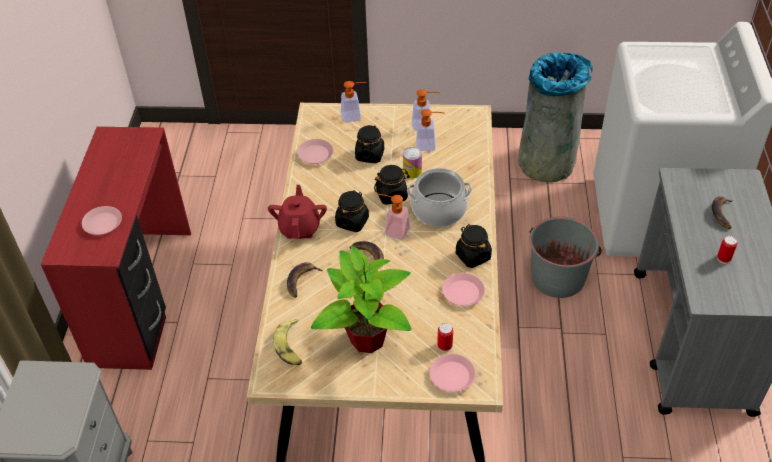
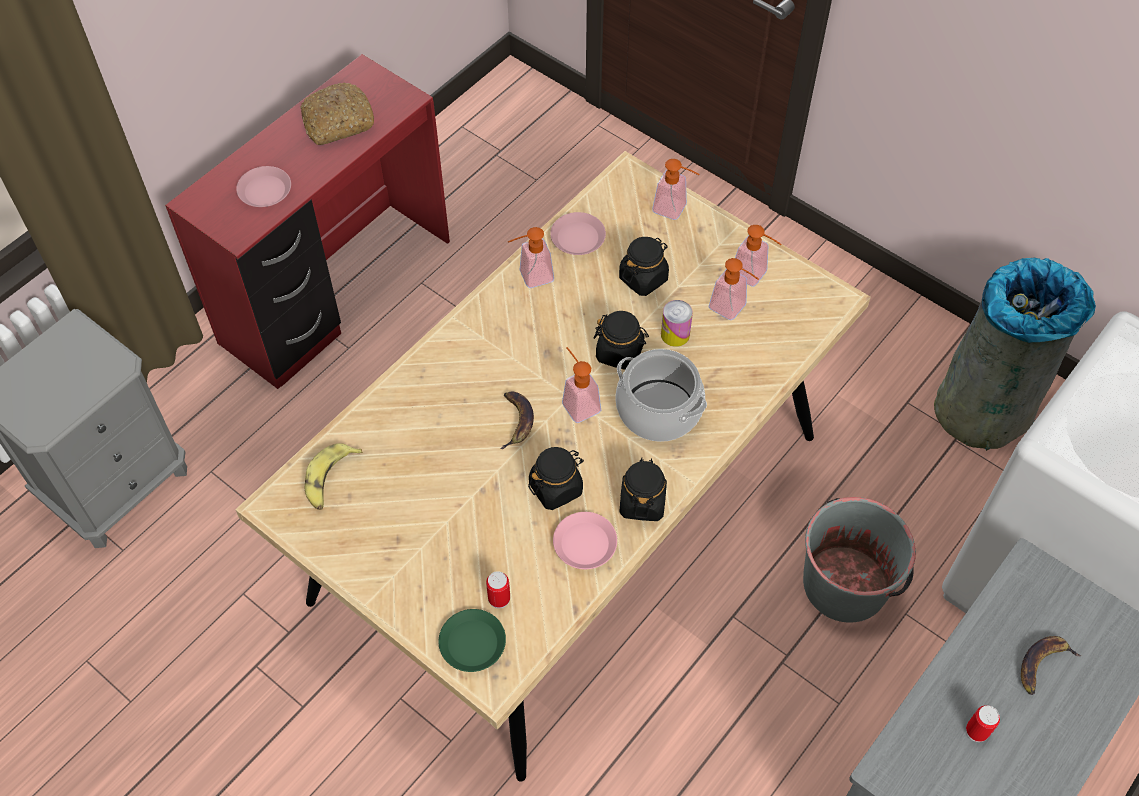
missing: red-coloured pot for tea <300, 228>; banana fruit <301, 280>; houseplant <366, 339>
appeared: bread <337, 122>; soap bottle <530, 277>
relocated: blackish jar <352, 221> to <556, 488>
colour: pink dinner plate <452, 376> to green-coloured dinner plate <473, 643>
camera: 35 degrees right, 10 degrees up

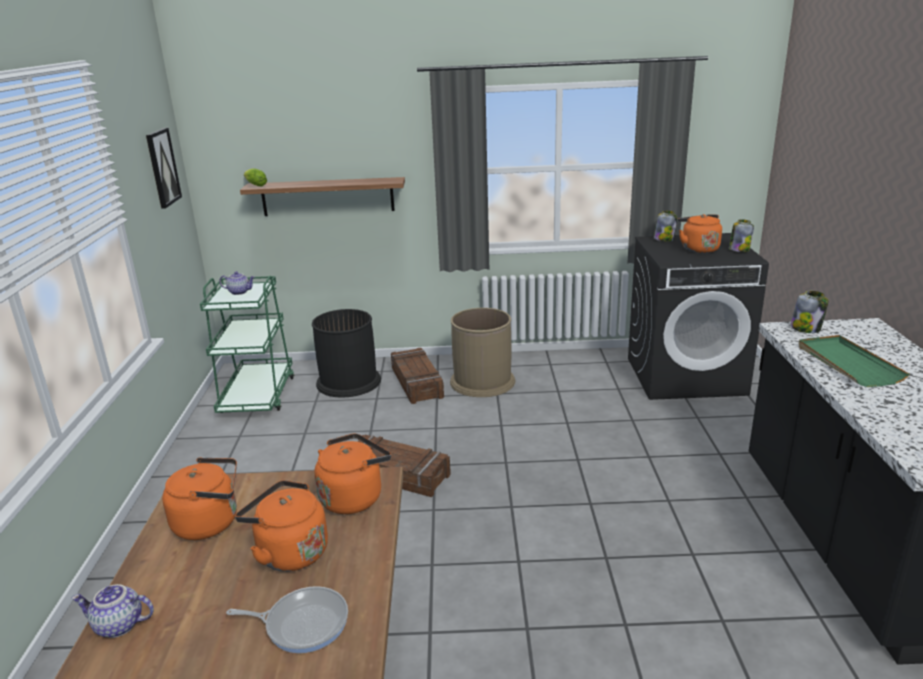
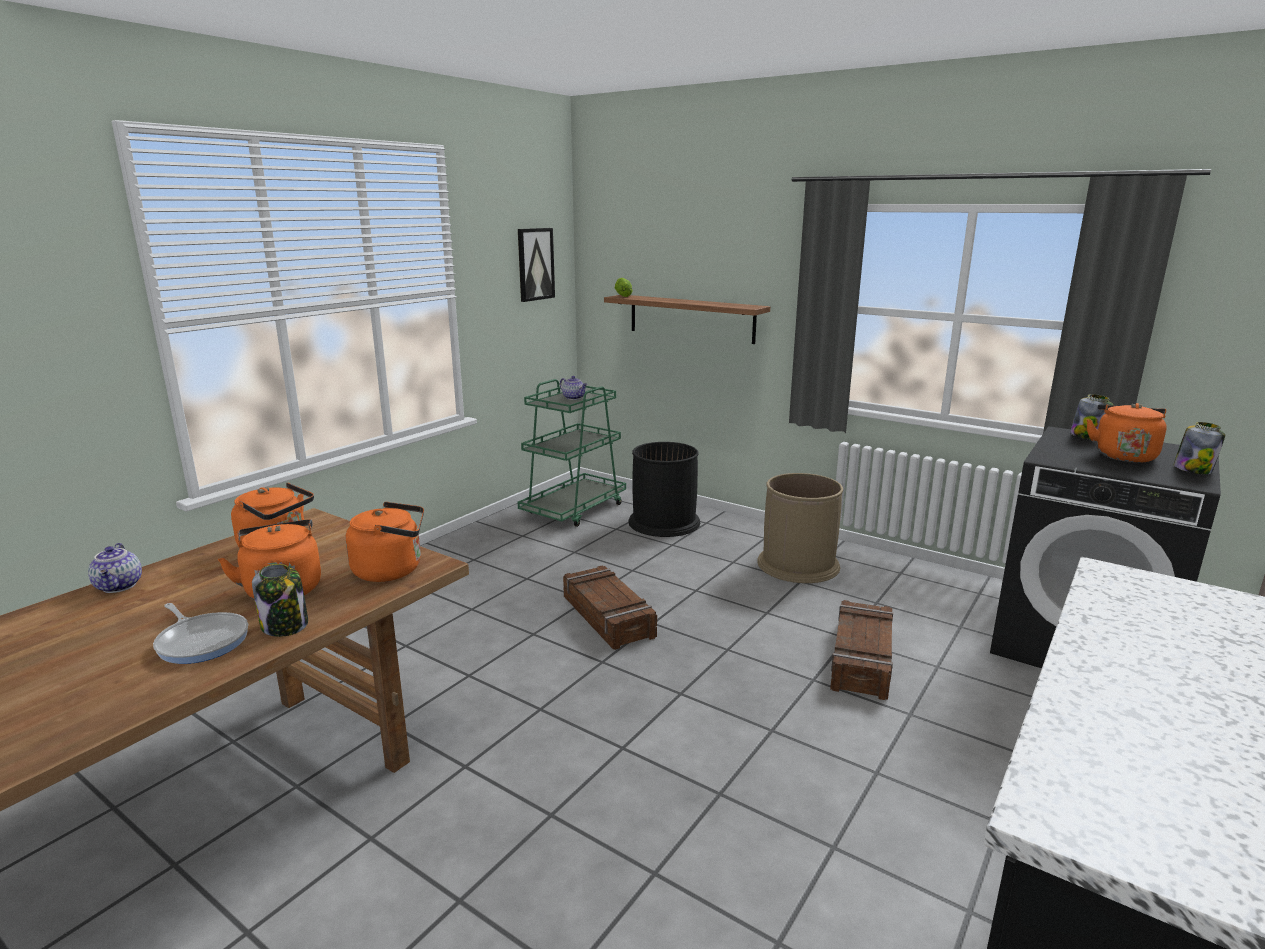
missing: green-coloured tray <847, 363>
relocated: jar <806, 328> to <285, 626>; crate <417, 382> to <862, 659>
spun: pot for tea <118, 626> = <120, 586> 150 degrees counterclockwise
camera: 35 degrees right, 5 degrees down

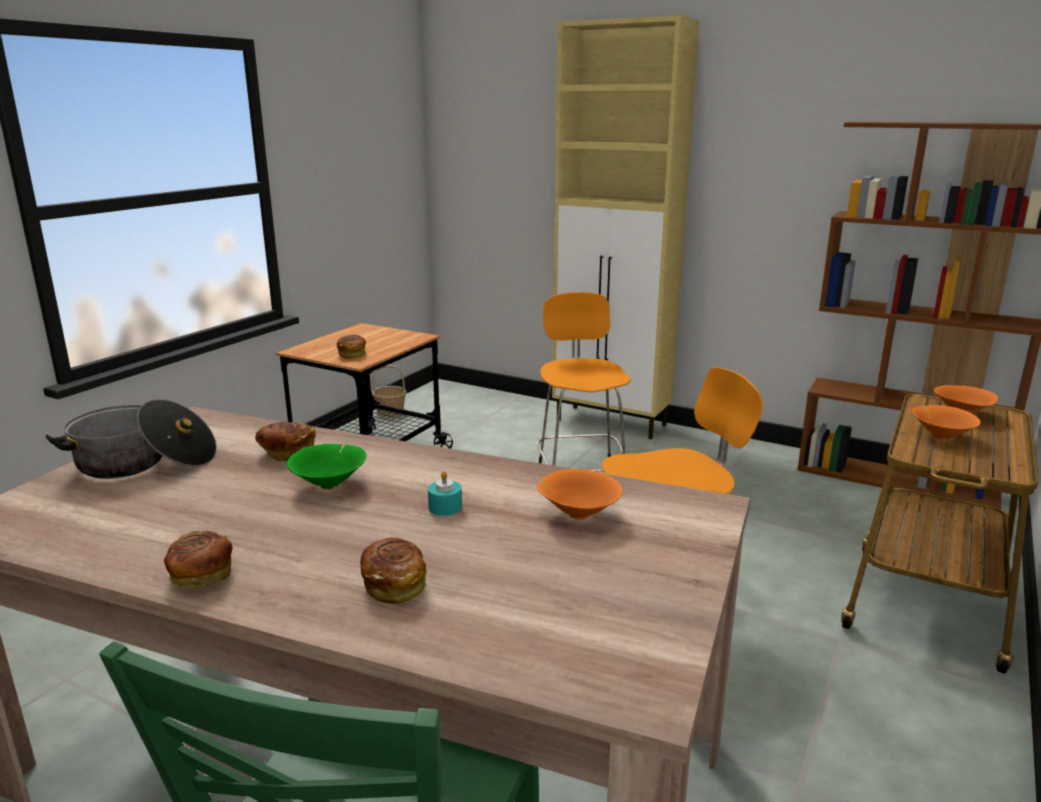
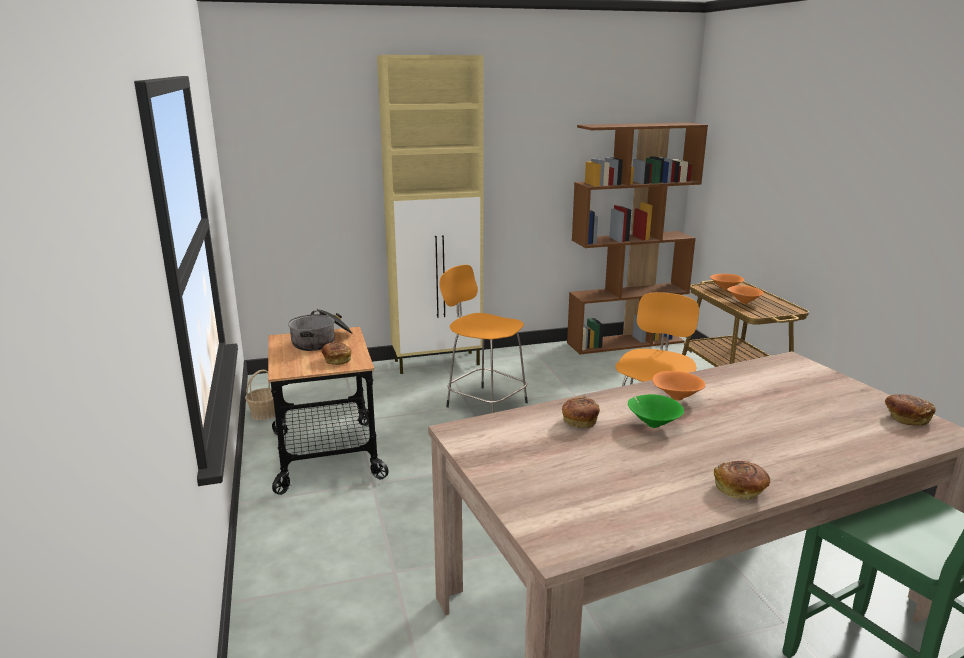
missing: turquoise wax light <445, 507>
relocated: stockpot <144, 463> to <321, 341>; orangey deep dish <577, 515> to <675, 398>; bread <394, 584> to <906, 418>
camera: 45 degrees left, 0 degrees up

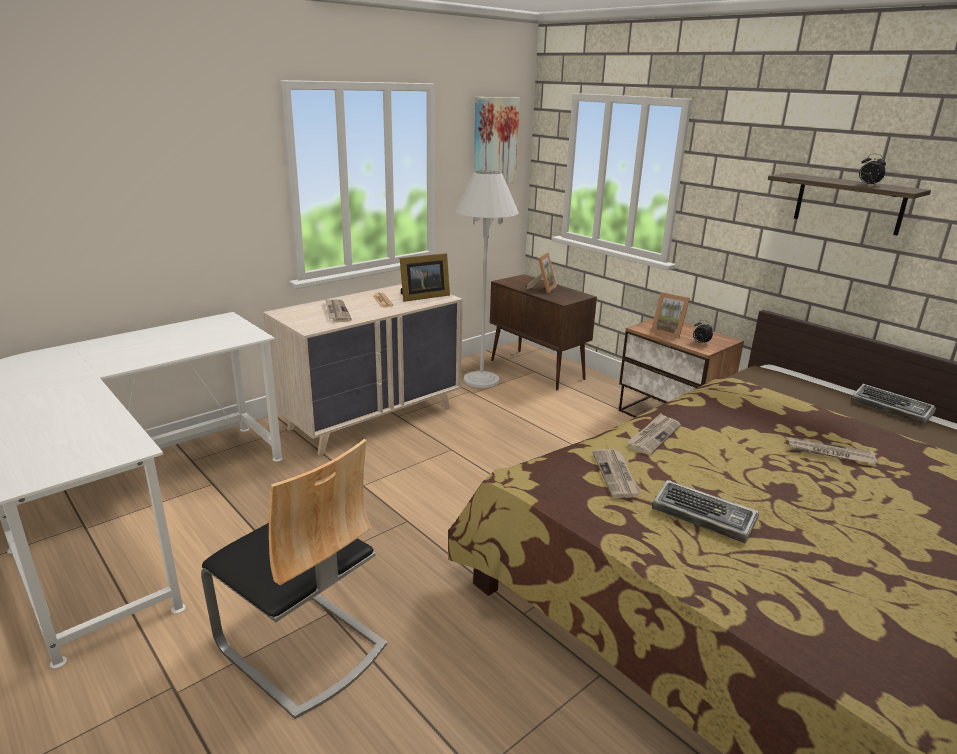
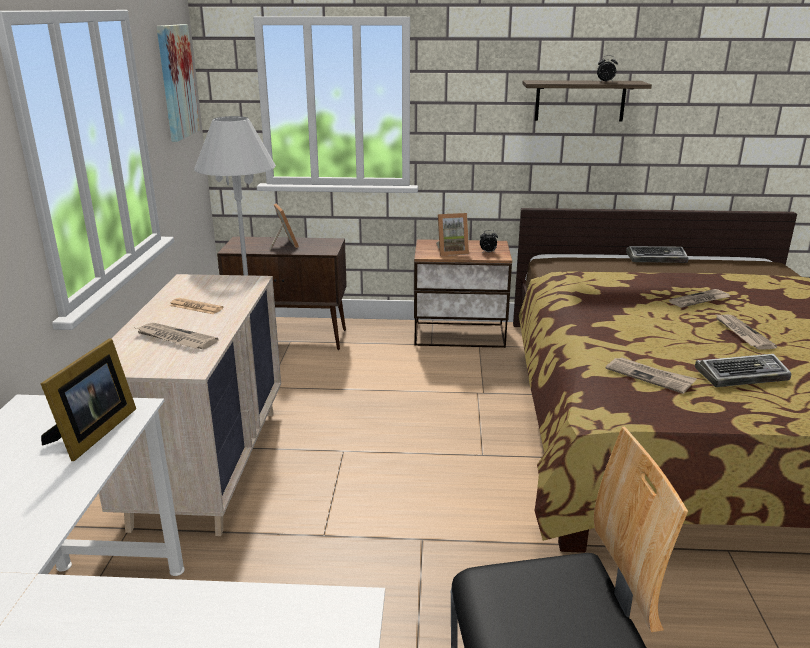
relocated: photo frame <422, 297> to <92, 433>; newspaper <654, 436> to <742, 333>
camera: 45 degrees left, 0 degrees up

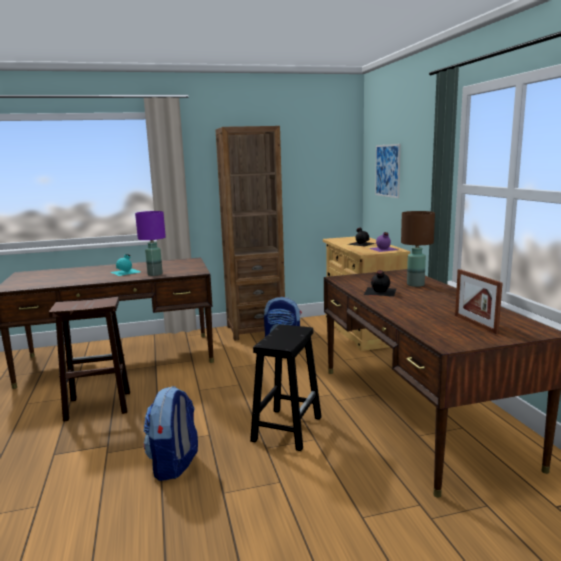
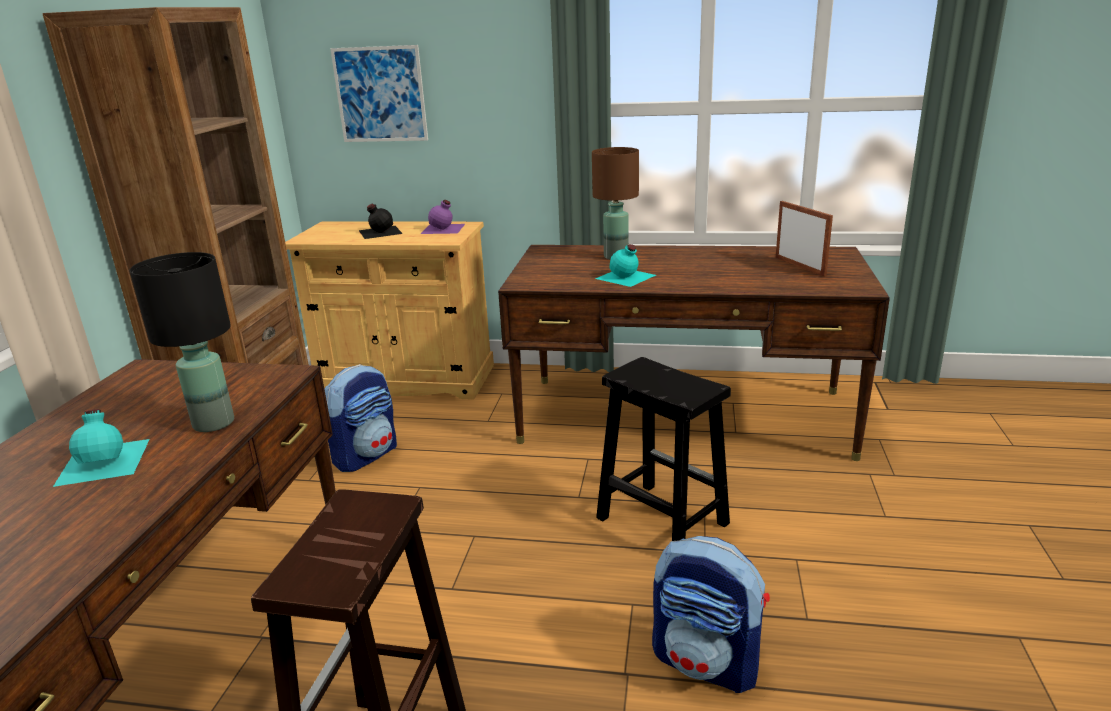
colour: purple lamp for a table <155, 274> to blackish lamp for a table <215, 423>; blackish drink bottle <379, 291> to turquoise drink bottle <626, 277>
spun: photo frame <475, 324> = <799, 266> 120 degrees counterclockwise
camera: 65 degrees left, 10 degrees up

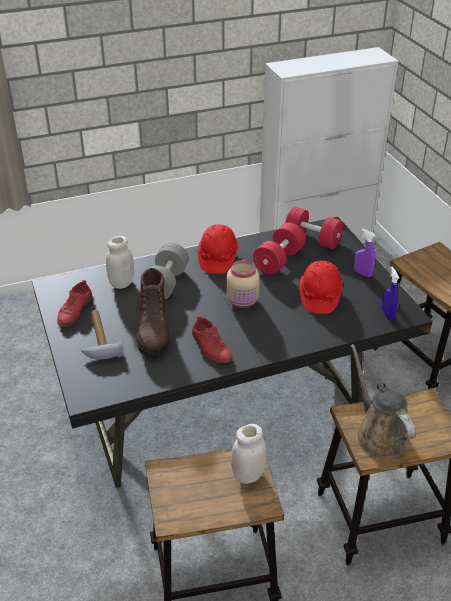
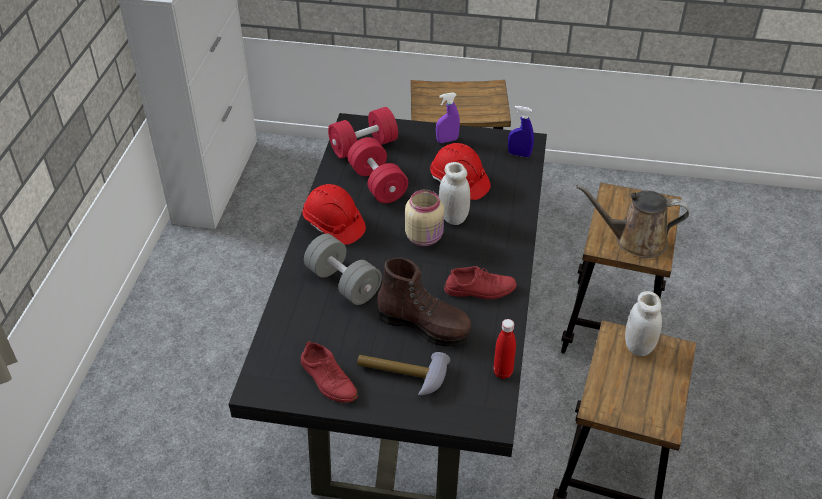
appeared: red-coloured drink bottle <503, 372>
relocated: white jar <121, 283> to <453, 217>
camera: 60 degrees left, 5 degrees up

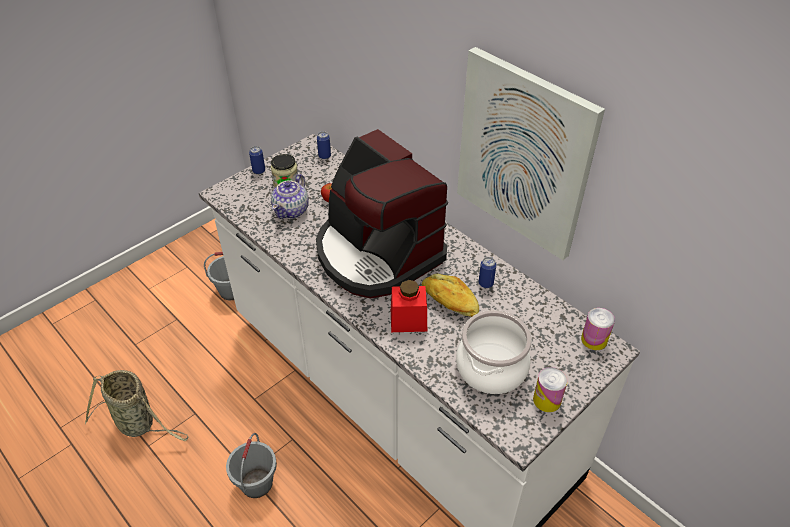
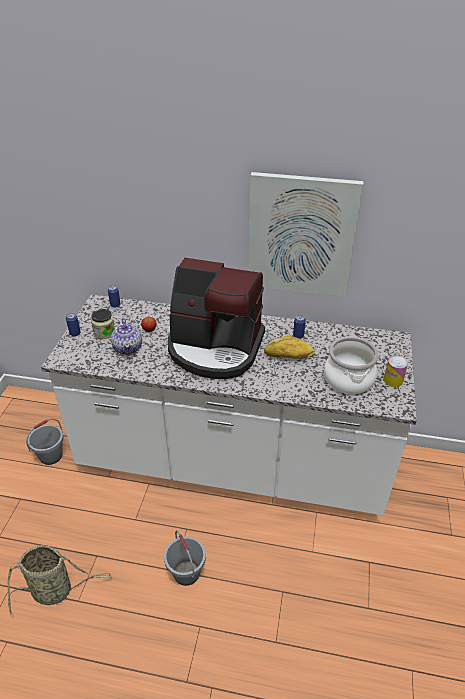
missing: red-coloured jar <408, 320>; can <594, 340>
camera: 35 degrees left, 5 degrees down

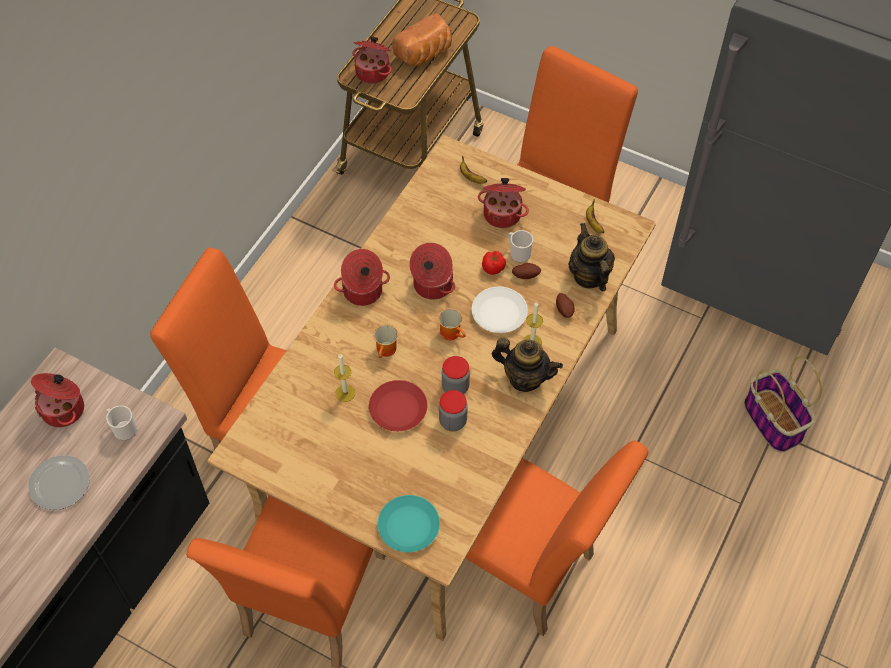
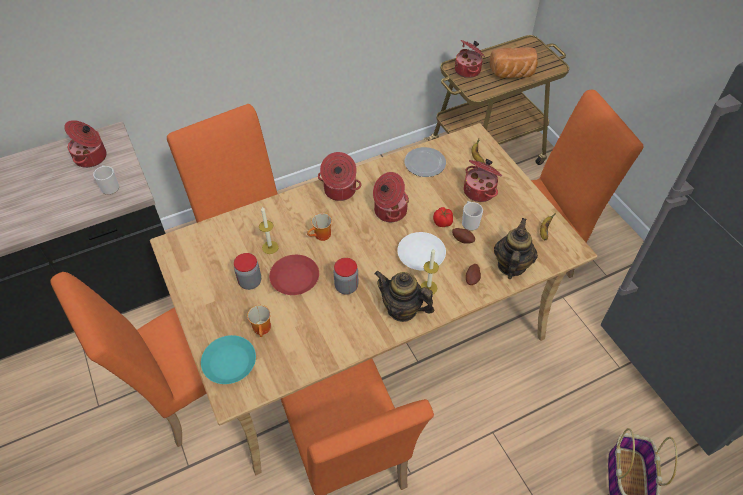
relocated: jar <453, 421> to <250, 282>; mug <452, 333> to <263, 329>; dinner plate <59, 485> to <424, 164>
spun: pot for tea <525, 378> = <402, 309> 150 degrees clockwise
camera: 35 degrees right, 5 degrees down

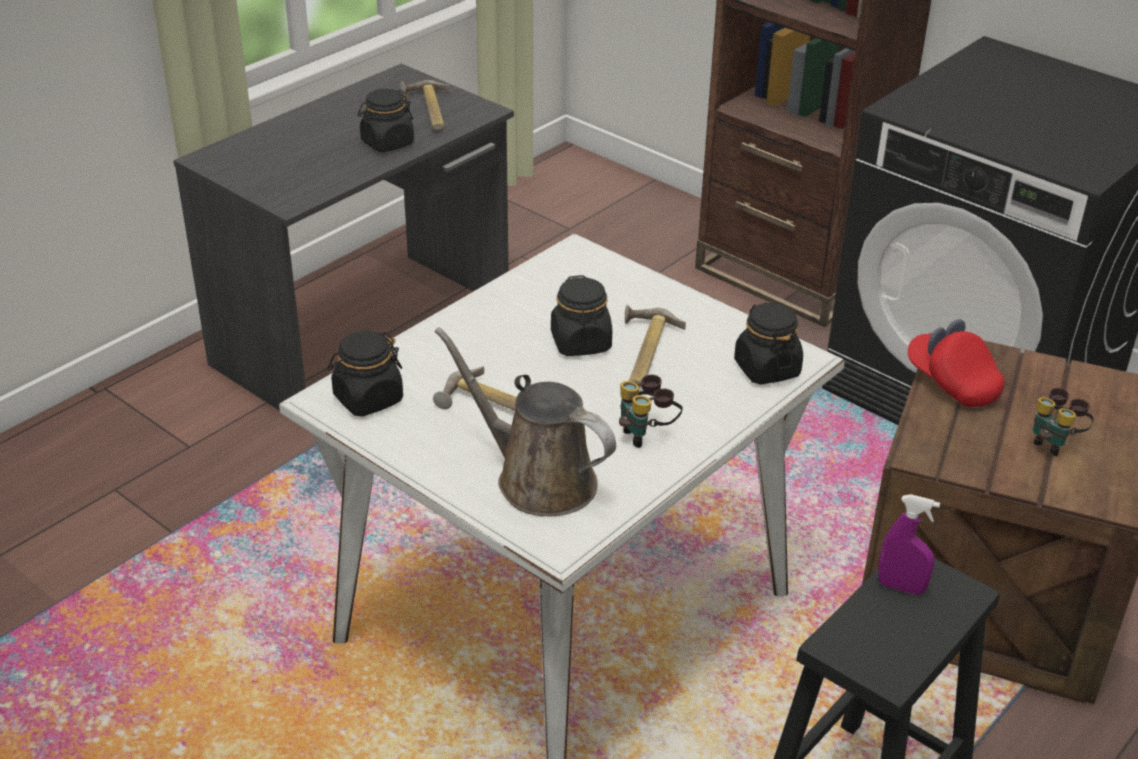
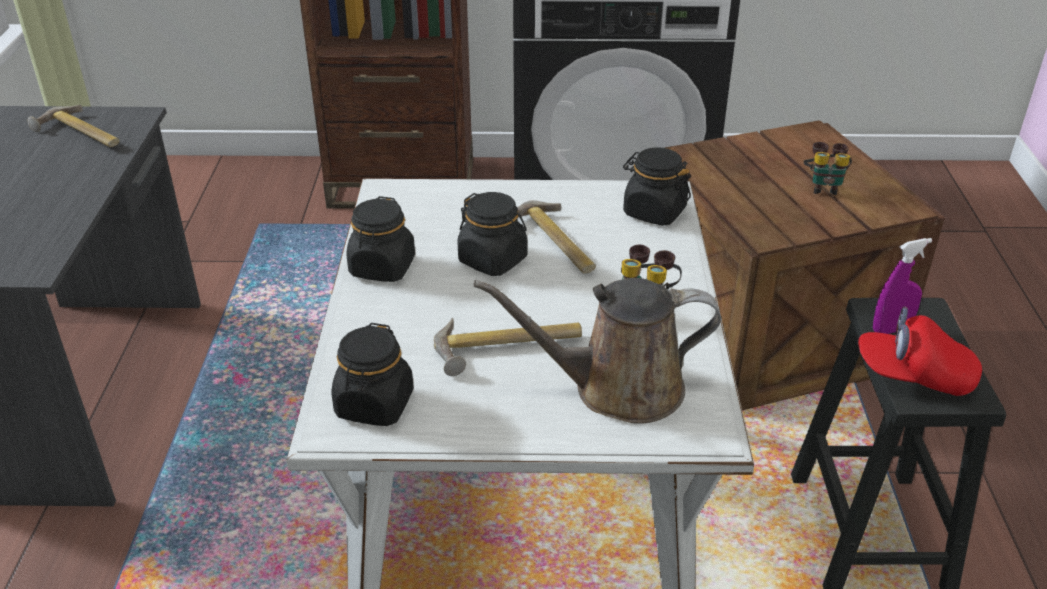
relocated: blackish jar <387, 143> to <382, 267>; red-coloured baseball cap <952, 383> to <913, 376>
camera: 40 degrees left, 0 degrees up

